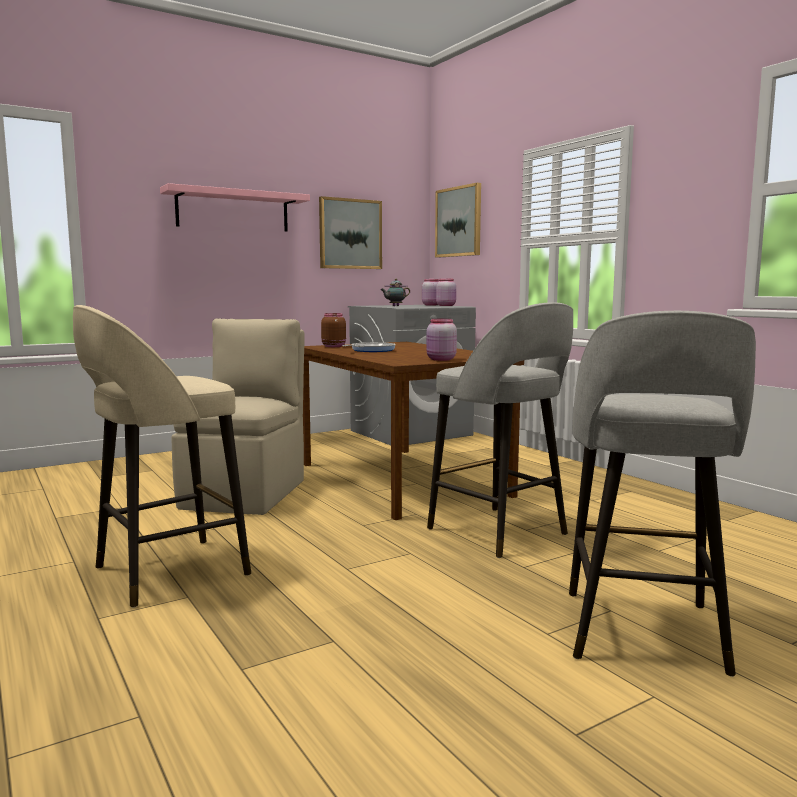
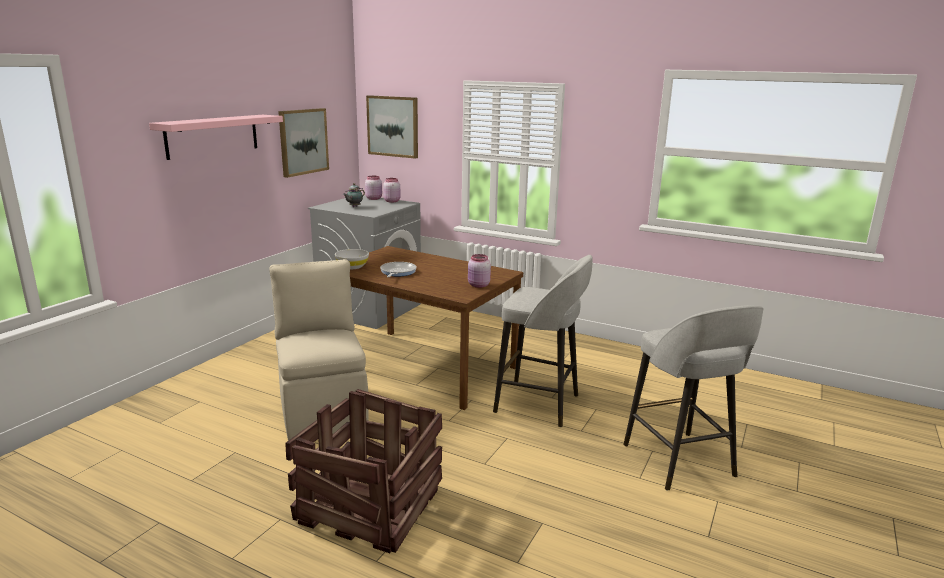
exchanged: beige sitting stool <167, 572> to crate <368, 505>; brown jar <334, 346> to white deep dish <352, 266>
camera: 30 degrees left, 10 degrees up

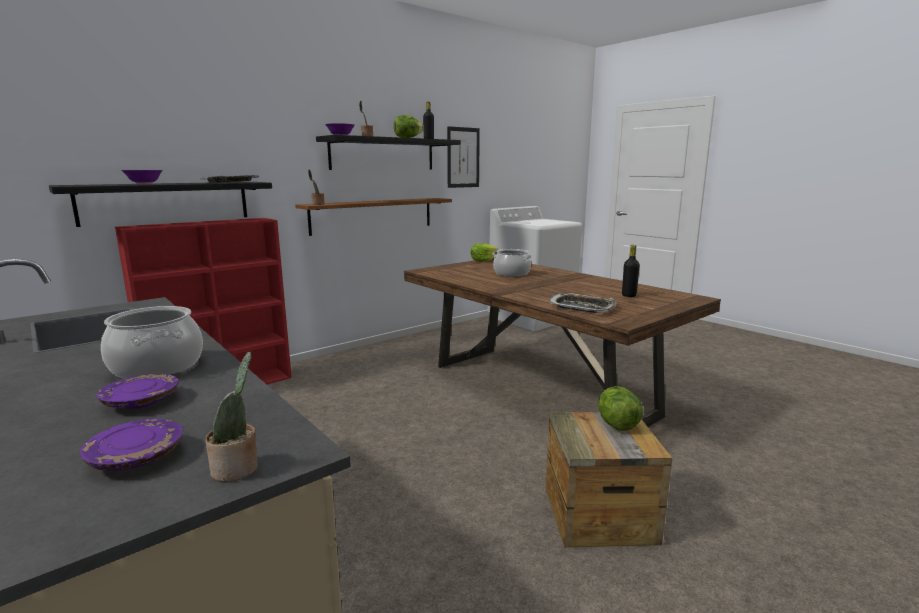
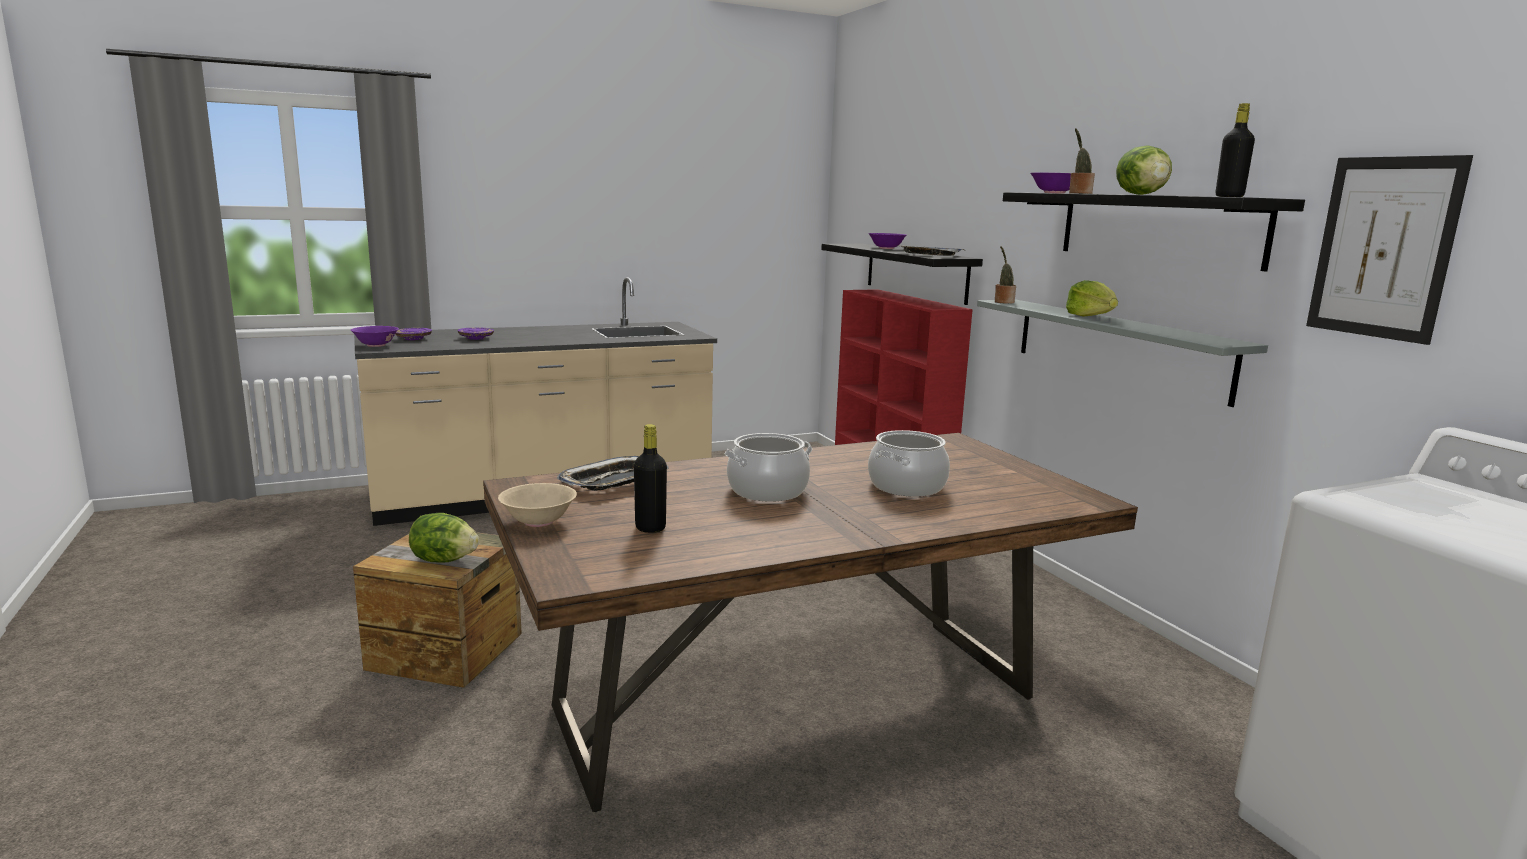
appeared: beige deep dish <539, 521>
relocated: stockpot <156, 366> to <767, 490>; lettuce head <483, 260> to <1090, 316>
exchanged: houseplant <238, 469> to purple deep dish <376, 345>
colour: brown wall shelf <373, 215> to gray wall shelf <1117, 347>
camera: 105 degrees right, 0 degrees up

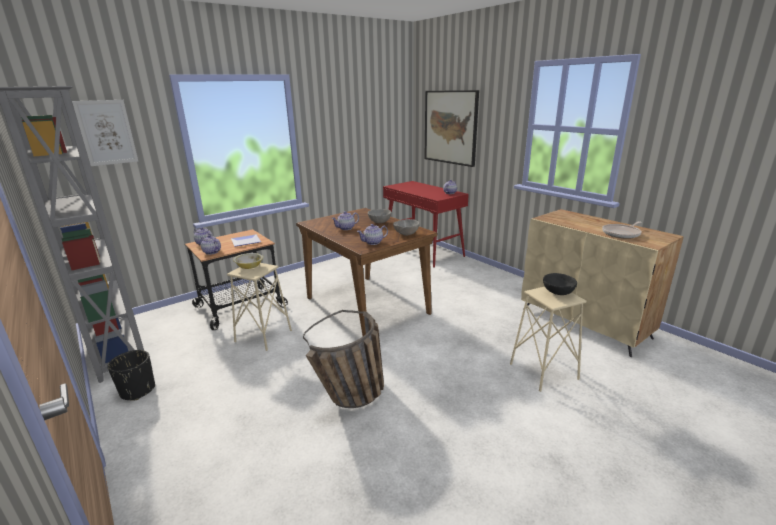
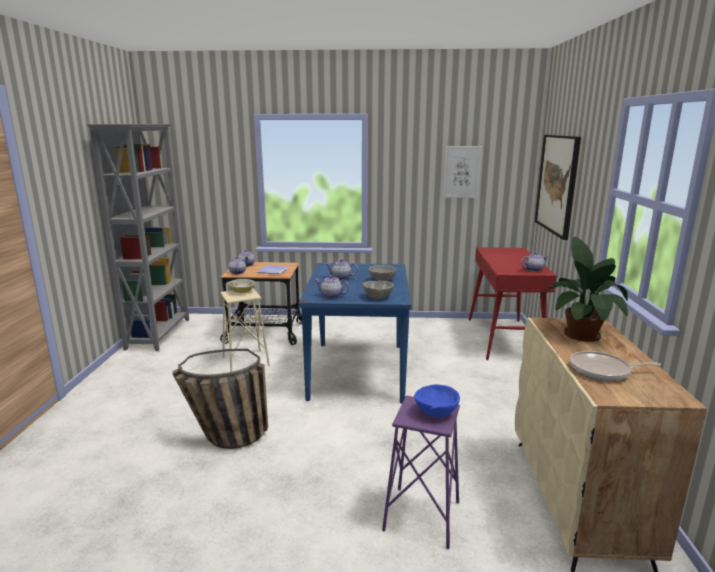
missing: blackish planter <138, 390>
appeared: houseplant <581, 333>
relocated: wall picture <106, 132> to <461, 172>
colour: brown dining table <367, 305> to blue dining table <358, 371>; beige sitting stool <543, 371> to purple sitting stool <422, 516>; blackish deep dish <558, 293> to blue deep dish <436, 413>
camera: 40 degrees right, 5 degrees down

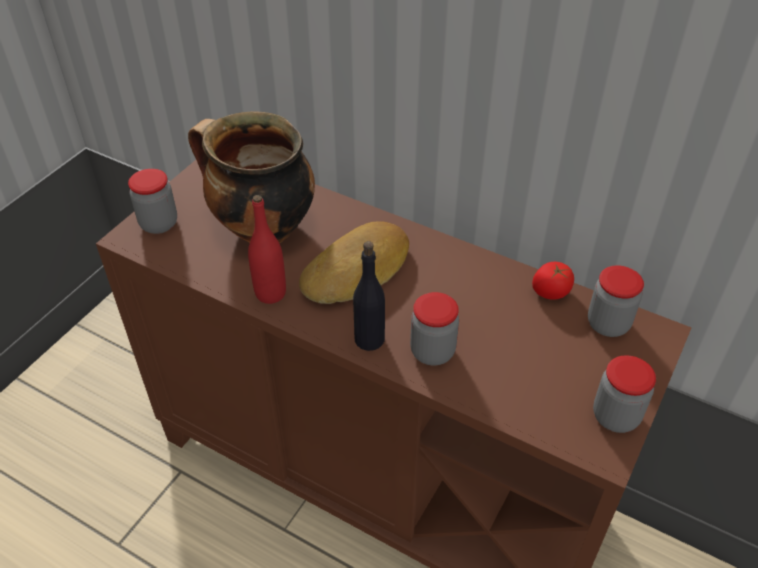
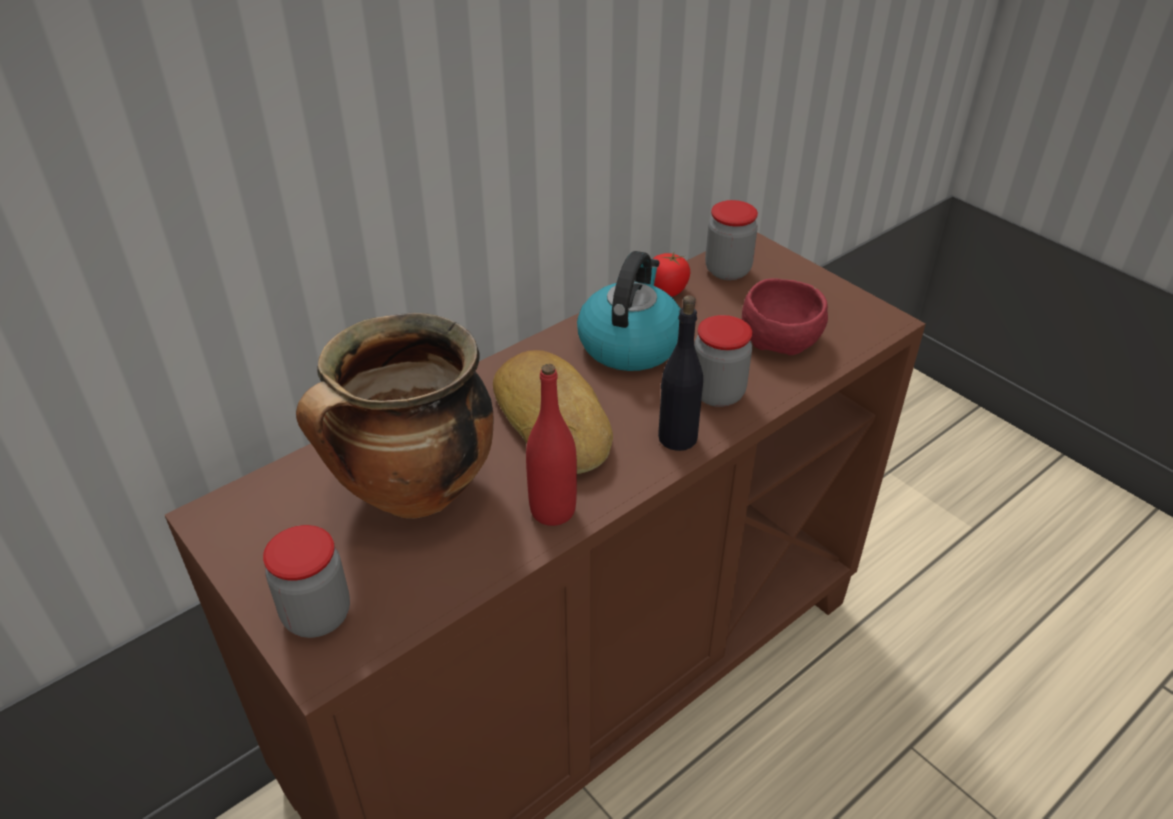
missing: jar <615, 416>
appeared: kettle <630, 343>; red-coloured deep dish <782, 337>
camera: 70 degrees left, 5 degrees down

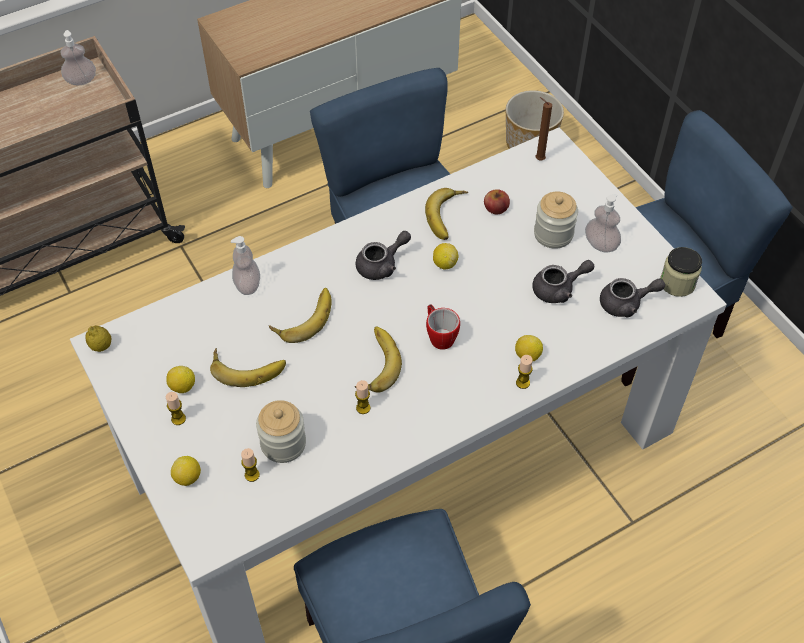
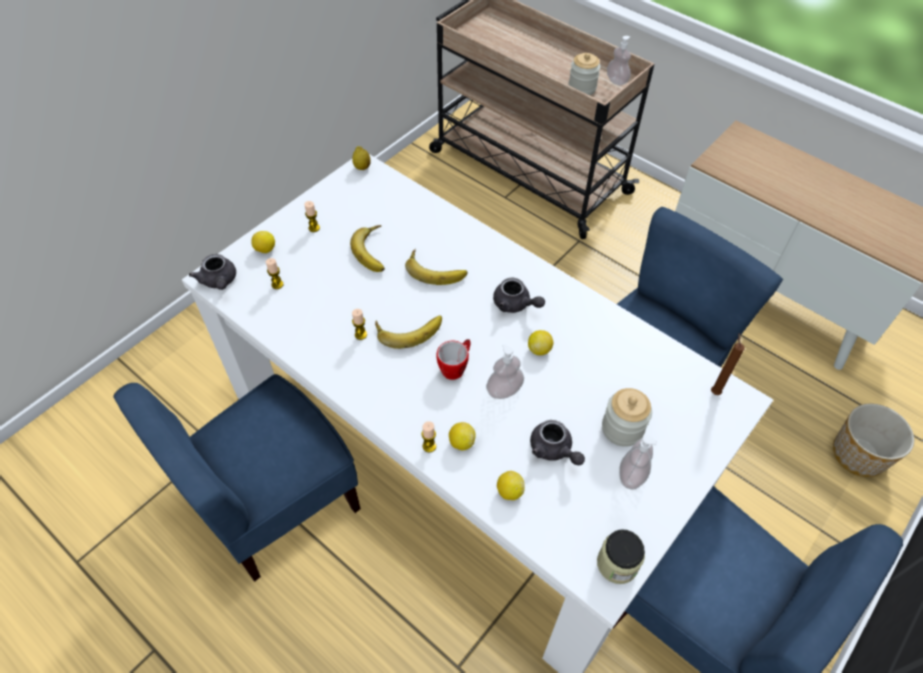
missing: banana fruit <449, 217>; apple fruit <496, 208>
relocated: gray pot for tea <626, 304> to <219, 281>; soap bottle <247, 284> to <504, 390>; citrus fruit <182, 387> to <509, 491>; jar <283, 444> to <582, 88>
camera: 70 degrees right, 0 degrees up

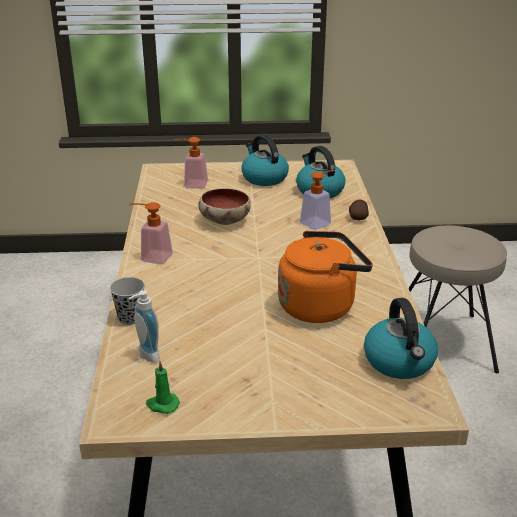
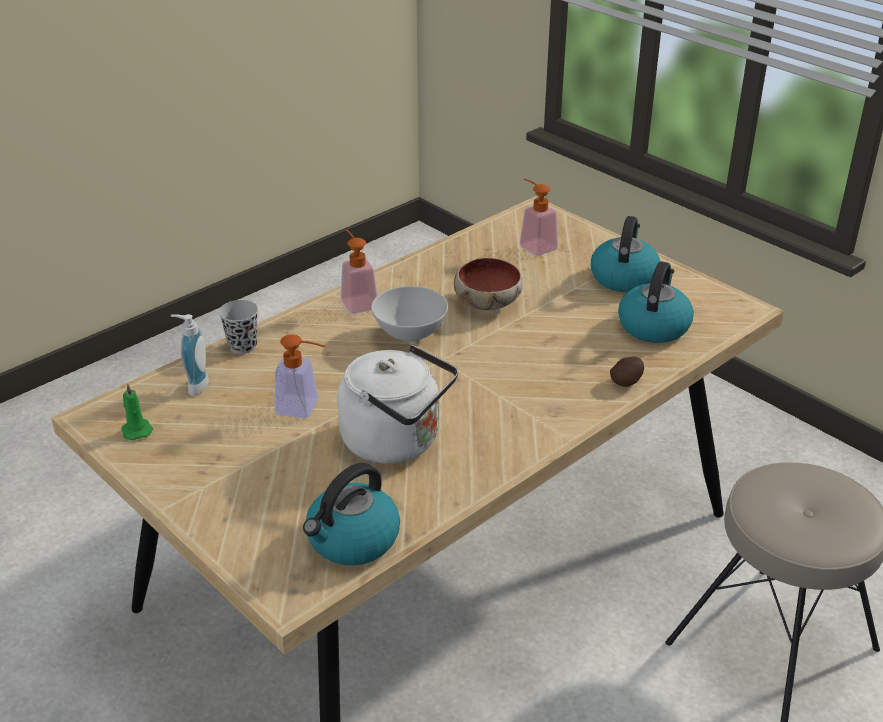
appeared: white deep dish <409, 335>
relocated: soap bottle <319, 222> to <305, 408>
colour: orangey kettle <320, 305> to white kettle <397, 442>
camera: 50 degrees right, 5 degrees up

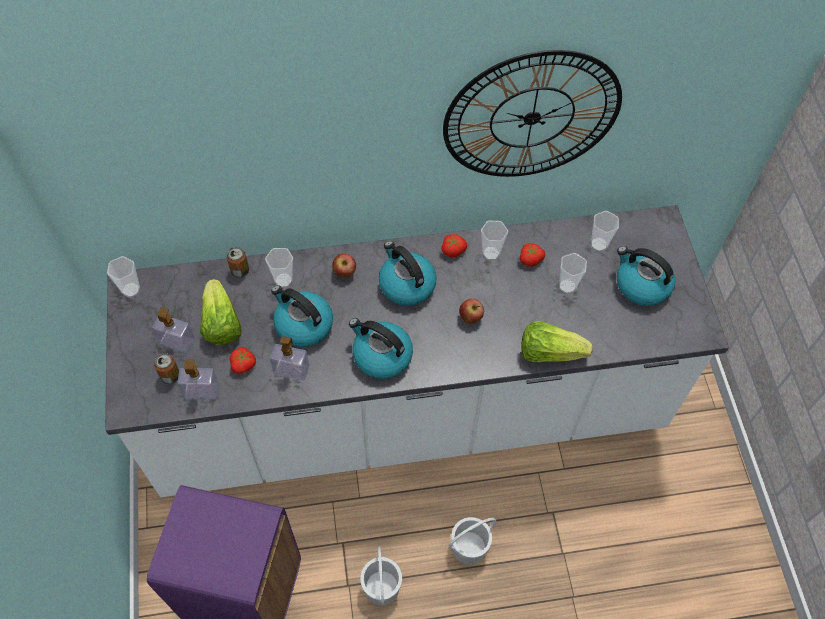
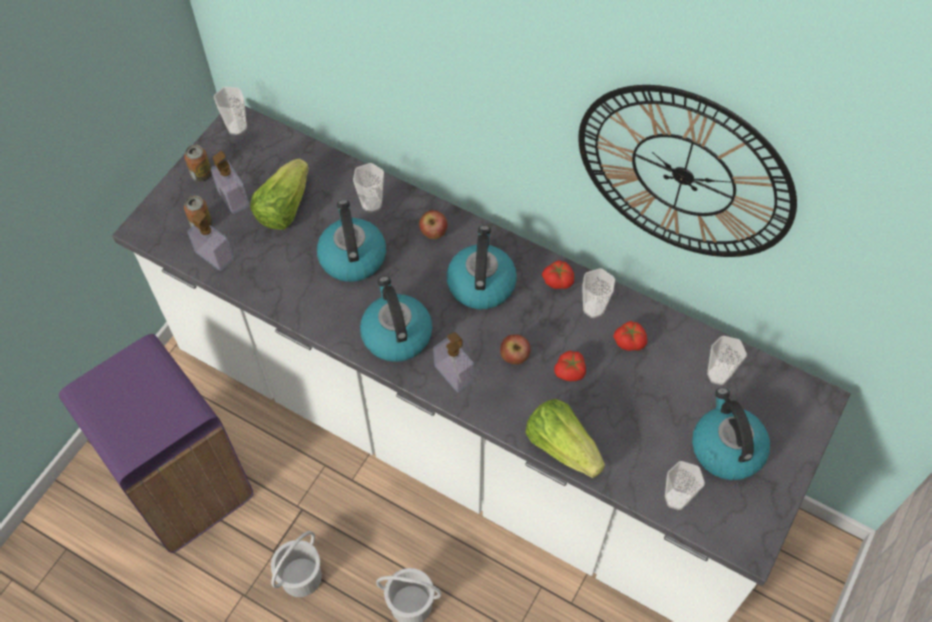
relocated: can <240, 271> to <201, 174>; soap bottle <291, 370> to <454, 374>; tomato <244, 364> to <570, 372>; cup <567, 286> to <676, 498>
camera: 40 degrees right, 0 degrees up

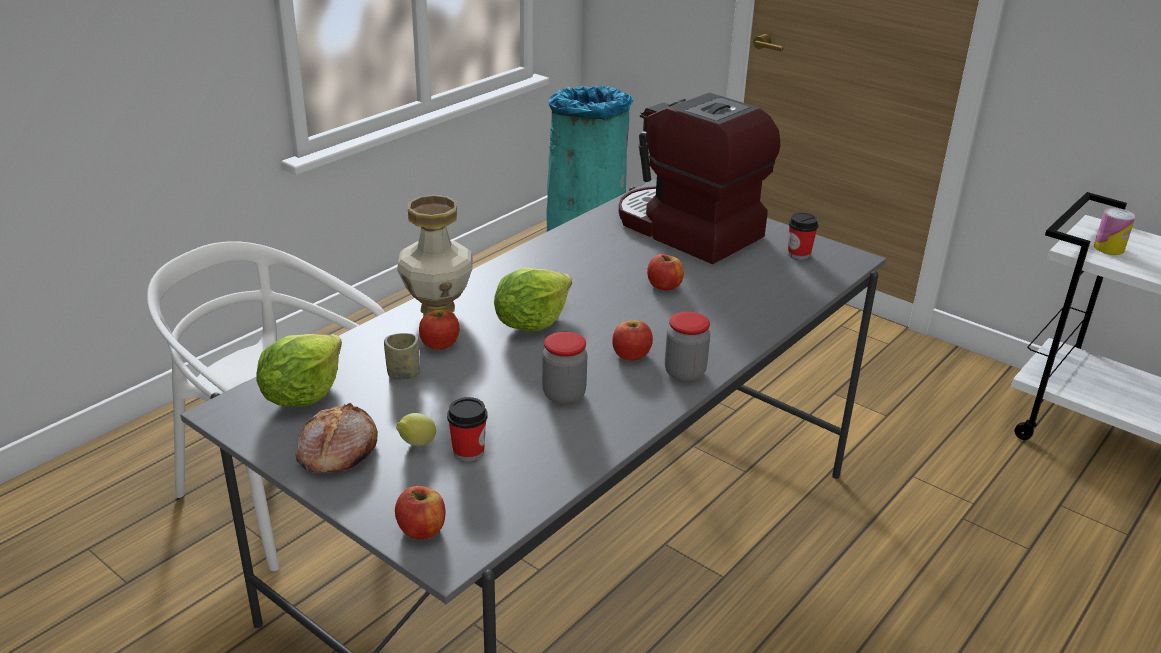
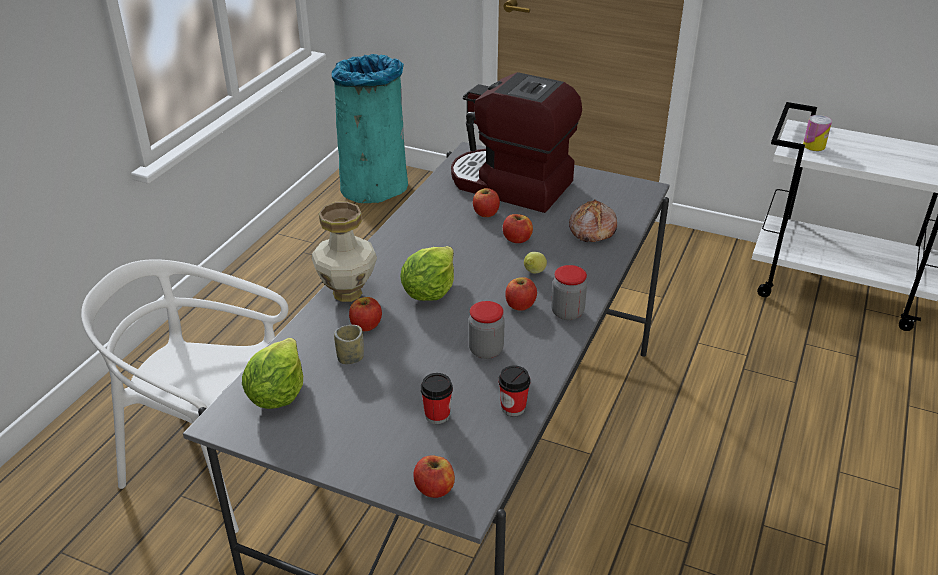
appeared: apple fruit <486, 213>
relocated: cup <798, 254> to <513, 408>; citrus fruit <416, 445> to <533, 273>; bread <336, 451> to <591, 230>
camera: 15 degrees left, 5 degrees up

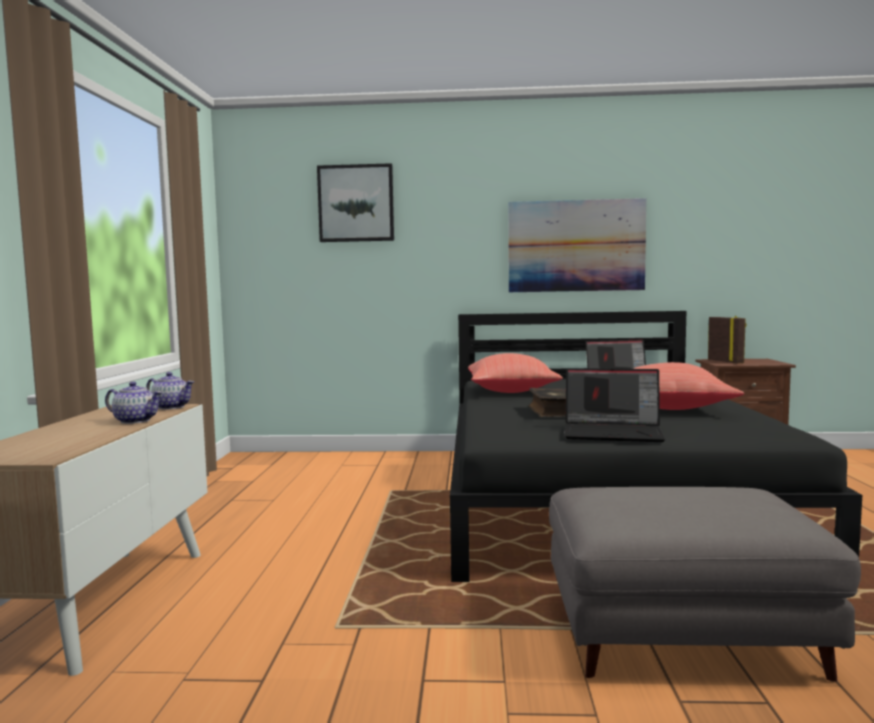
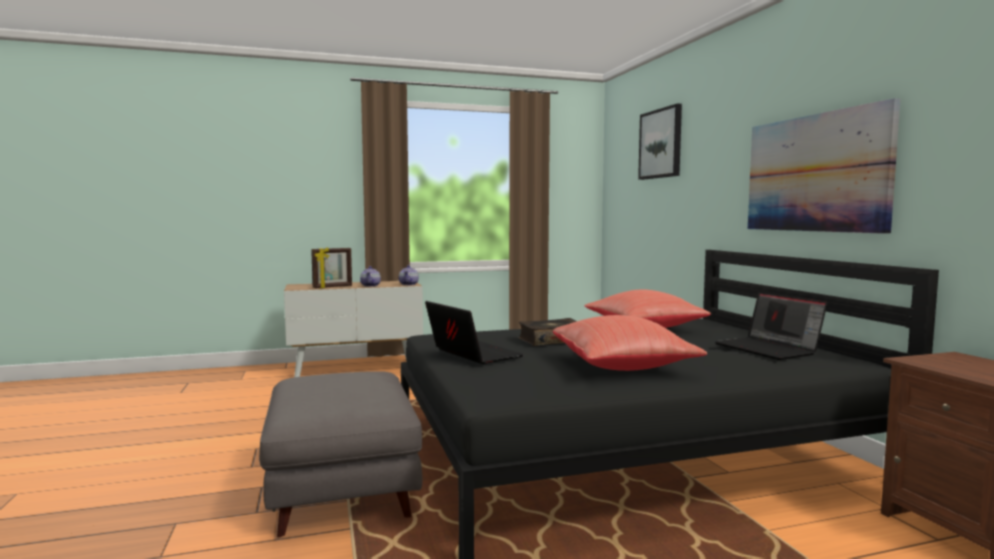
relocated: photo frame <726, 361> to <332, 287>
spun: portable computer <614, 433> = <472, 354> 150 degrees clockwise
camera: 70 degrees right, 0 degrees up

